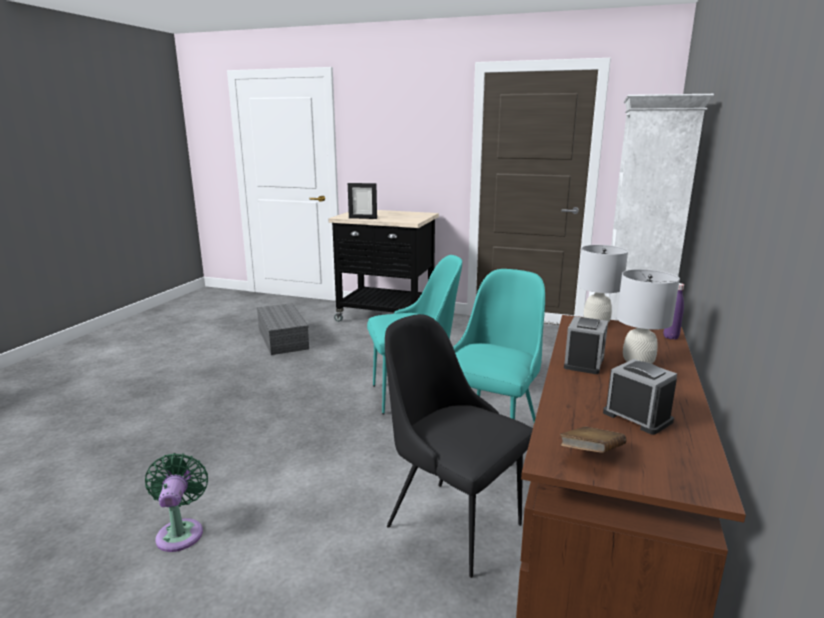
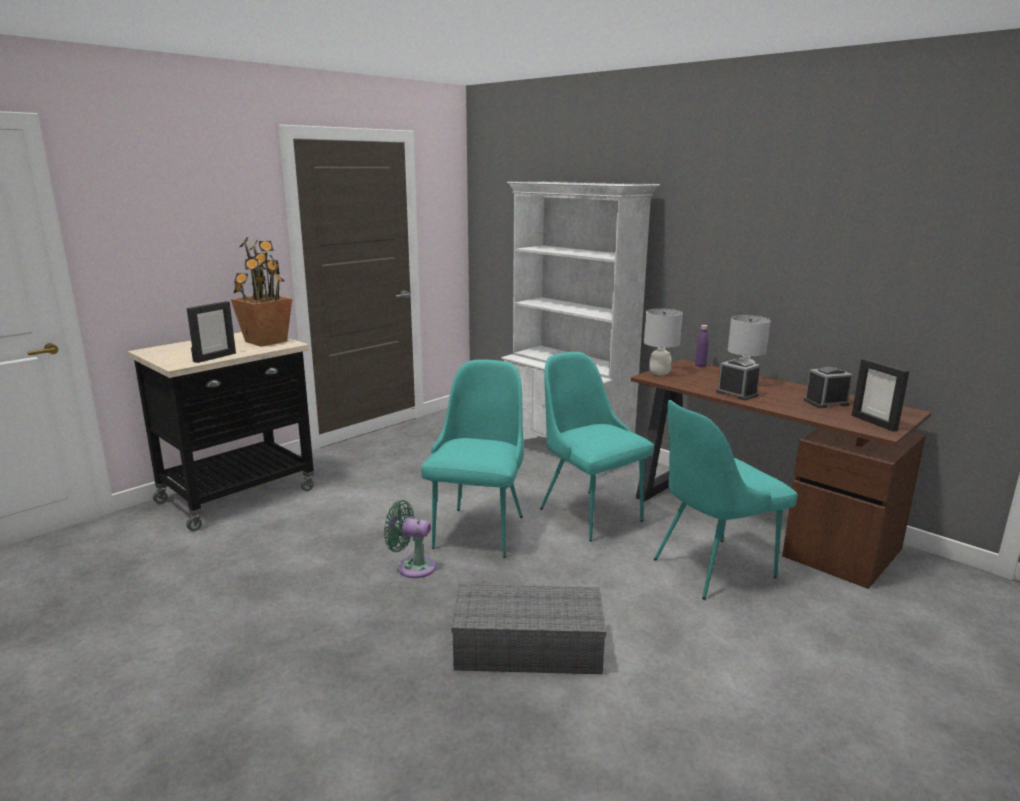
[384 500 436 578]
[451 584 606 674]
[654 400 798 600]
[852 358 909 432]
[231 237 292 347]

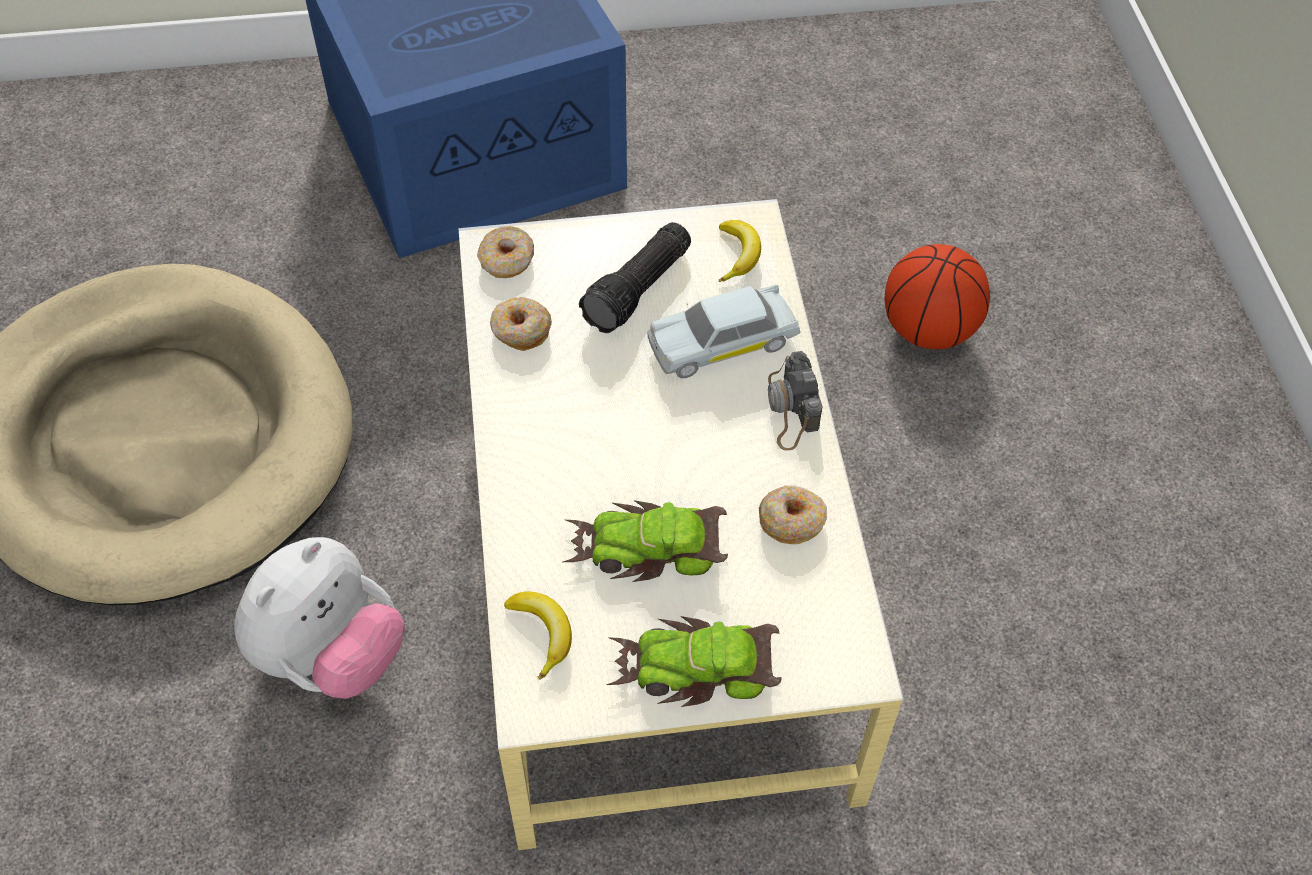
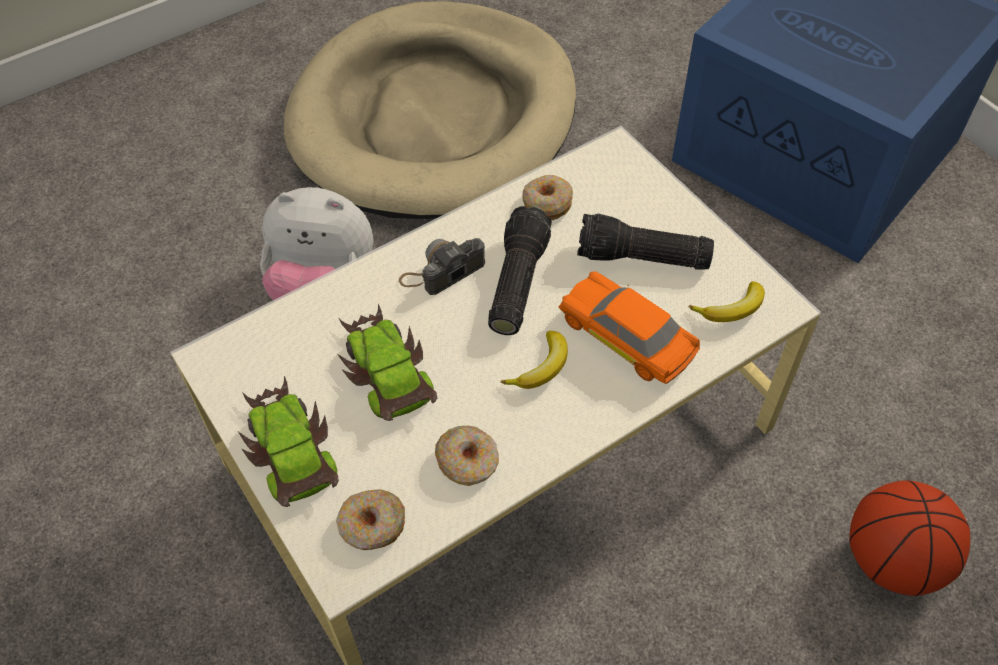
[336 489 405 550]
[500 331 568 389]
[558 271 700 384]
[399 238 485 295]
[488 206 552 335]

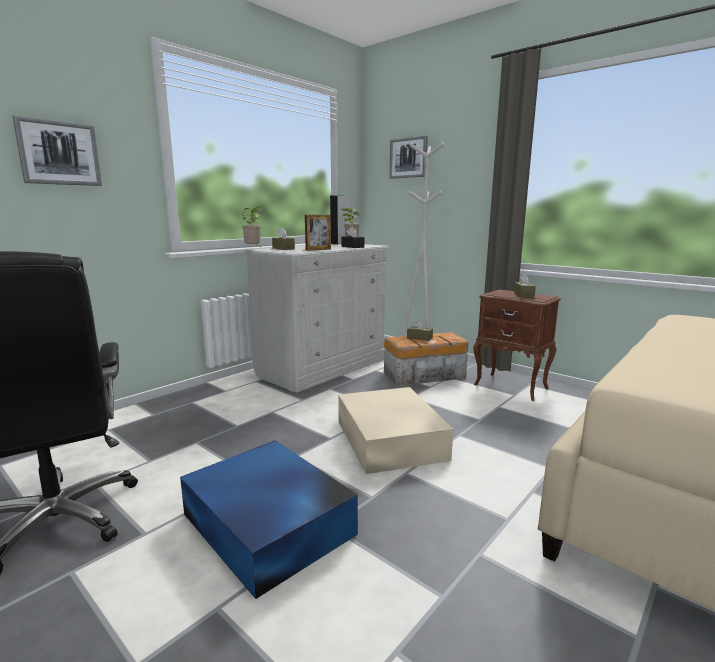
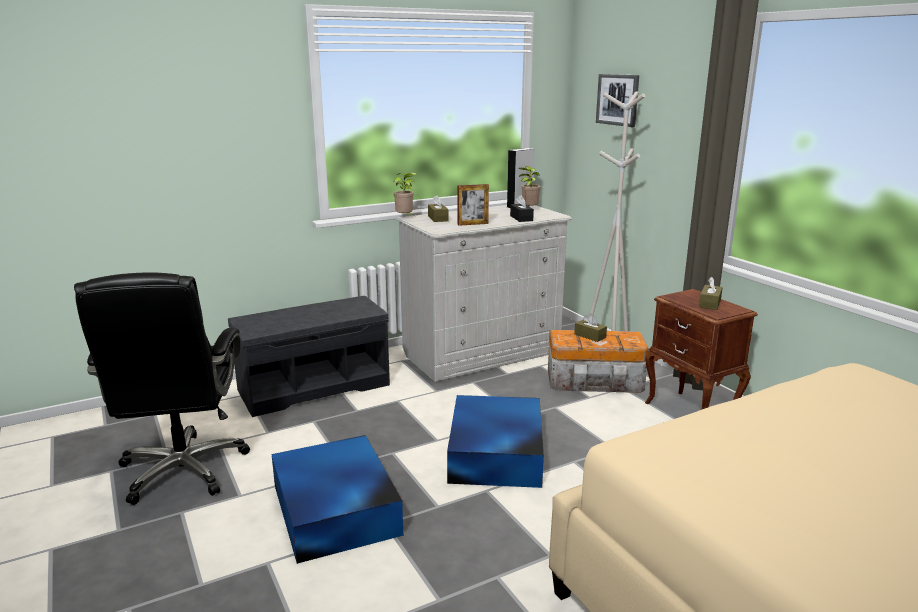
[12 115 102 186] (first image)
[447 395 544 488]
[228 296 390 417]

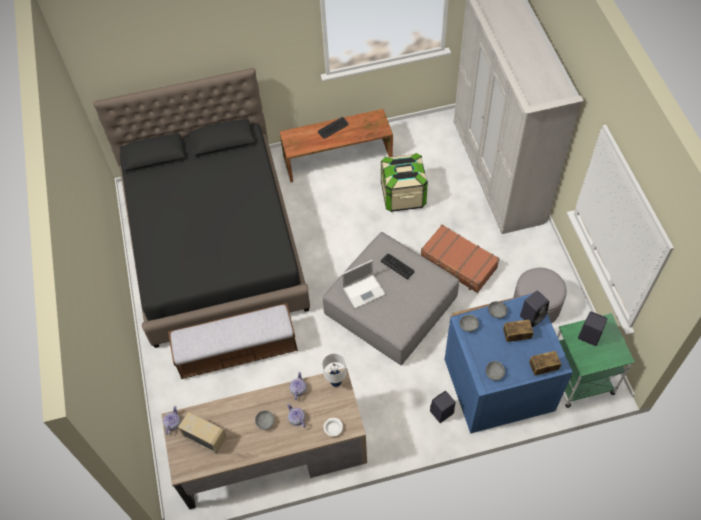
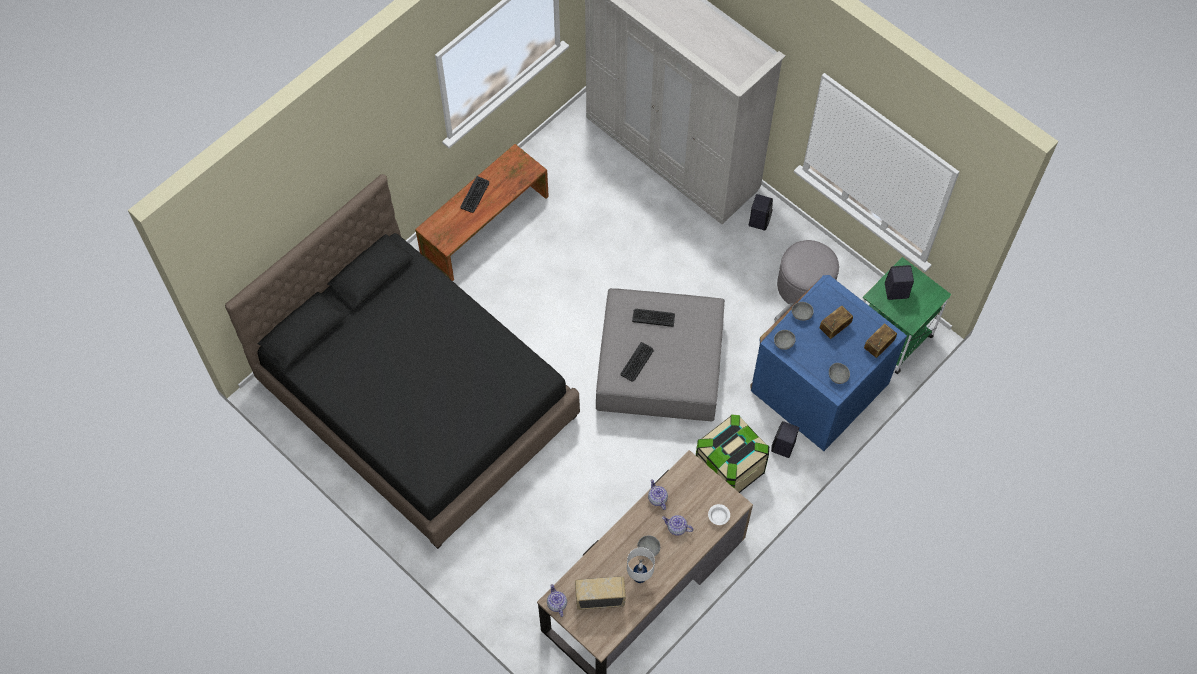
[168 303 298 379] (first image)
[627 547 655 583]
[620 342 654 382]
[696 414 769 493]
[421 224 500 293] (first image)
[749 194 773 231]

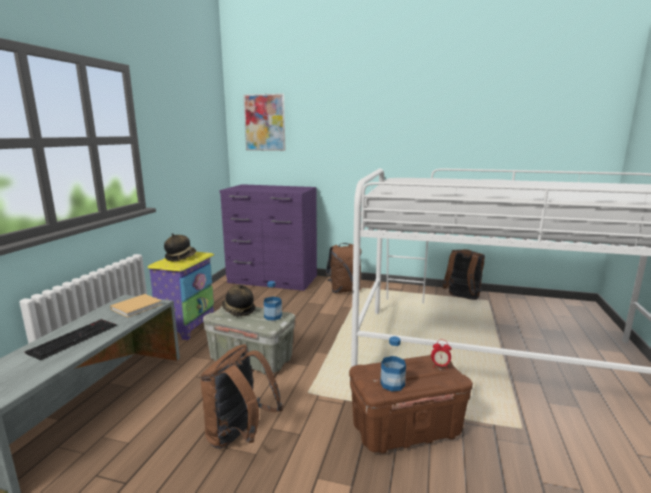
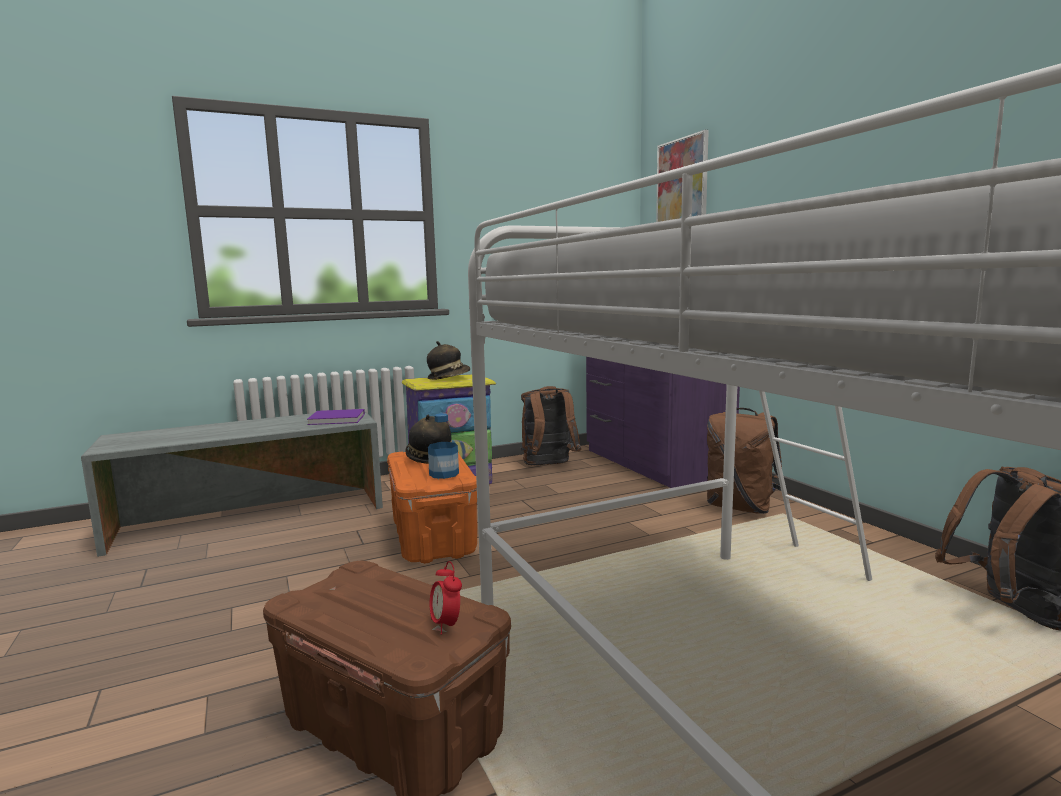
[25 319 117 360] (first image)
[307 409 365 425]
[521 386 581 465]
[387 452 477 564]
[380 336 406 391] (first image)

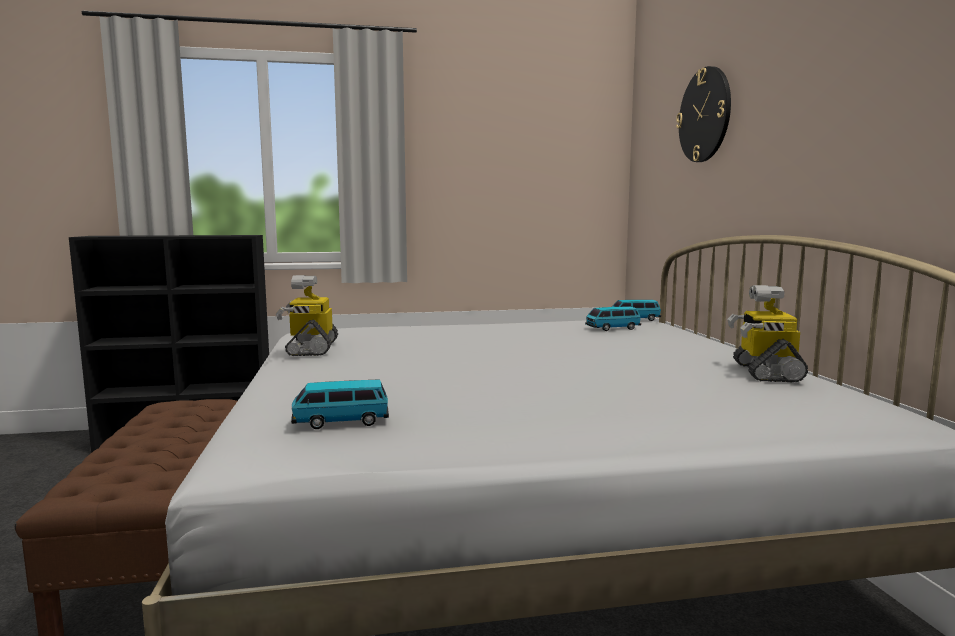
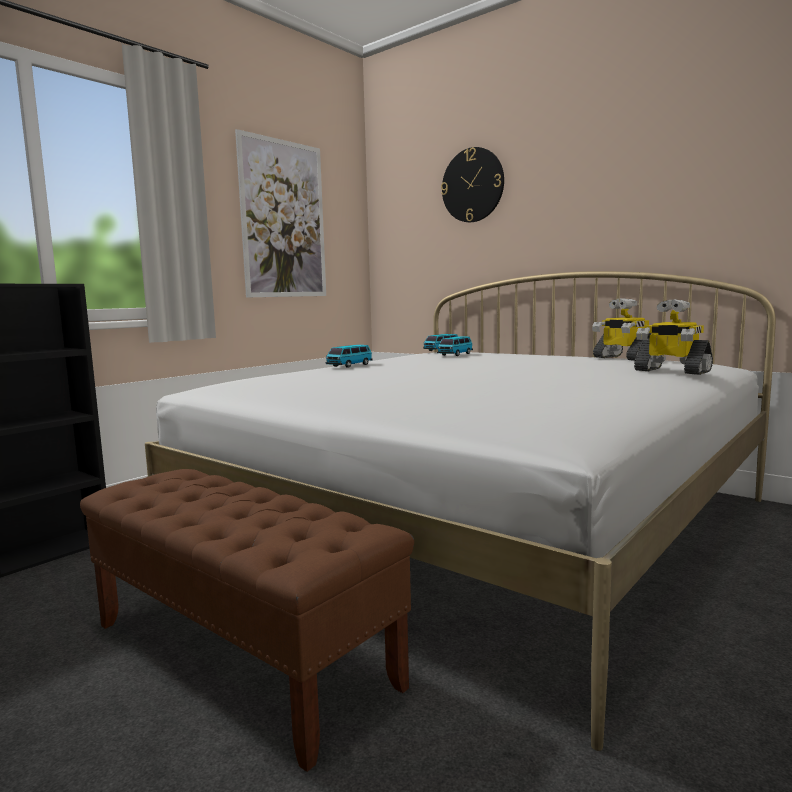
[634 299 713 375]
[326 345 373 368]
[235 129 326 298]

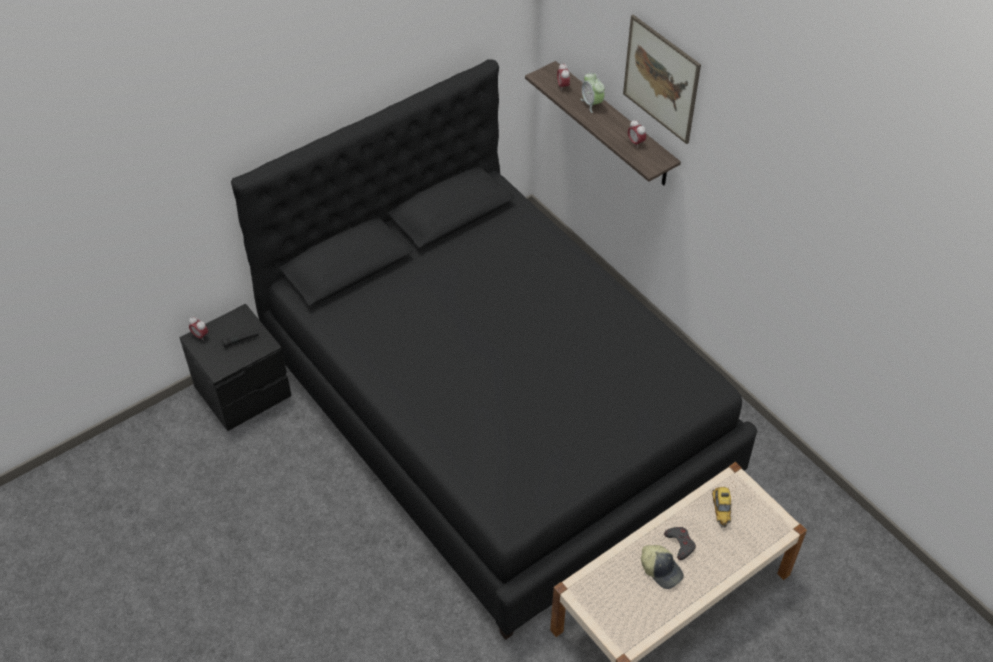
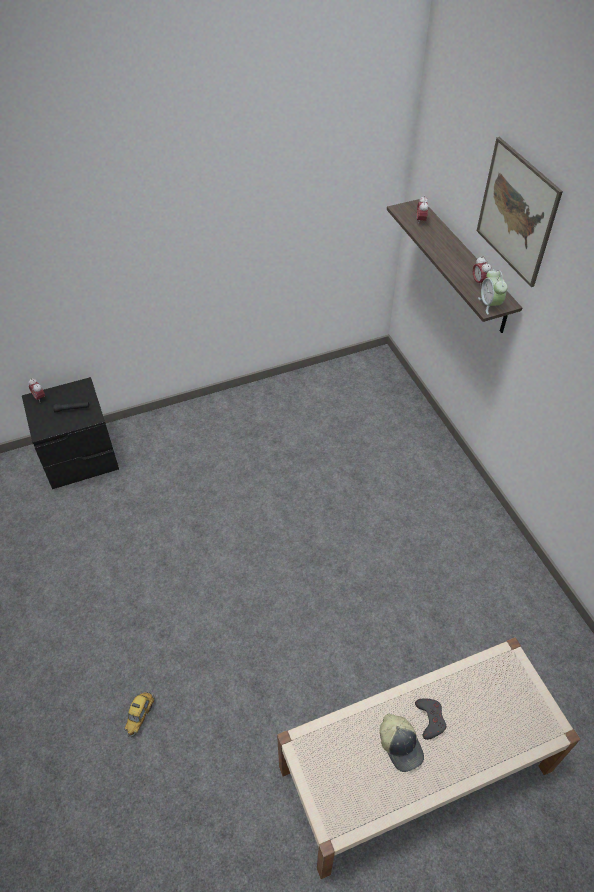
[231 59 757 640] (first image)
[478 269 508 315]
[124 692 155 737]

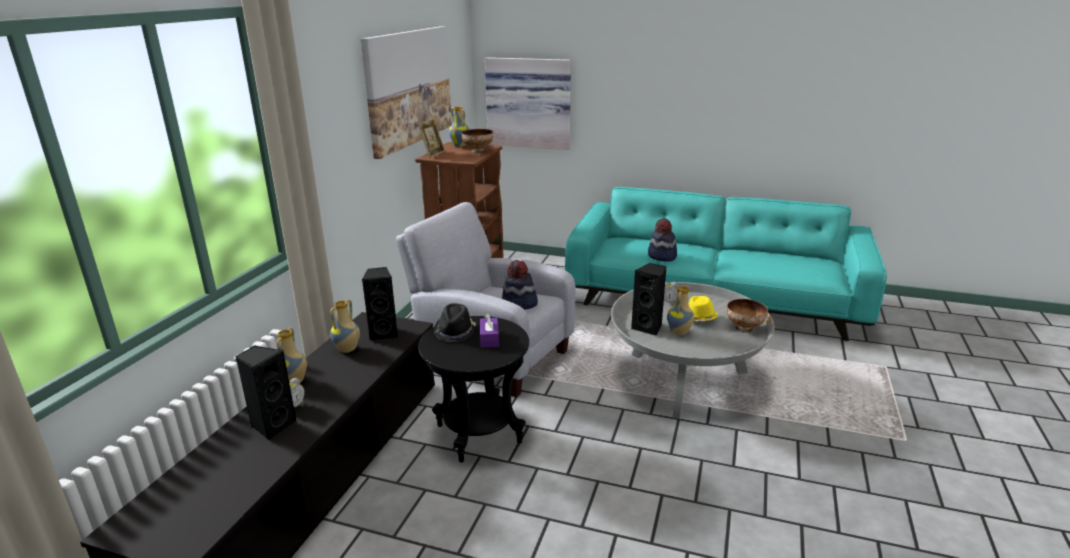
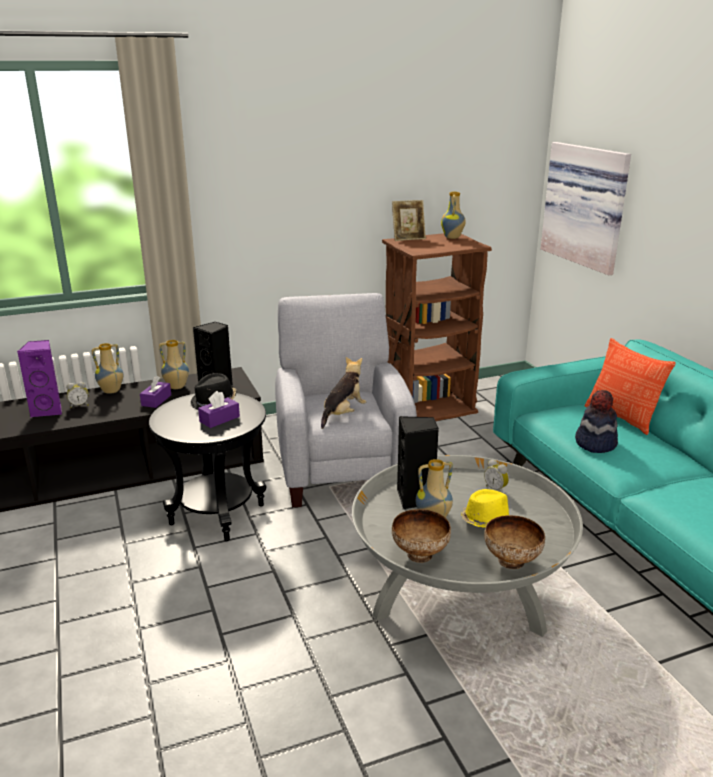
[17 340 62 417]
[360 26 452 159] (first image)
[392 509 451 563]
[321 357 366 429]
[140 376 171 408]
[585 338 676 435]

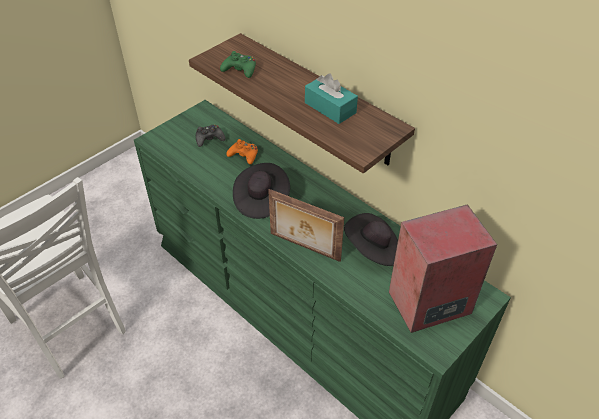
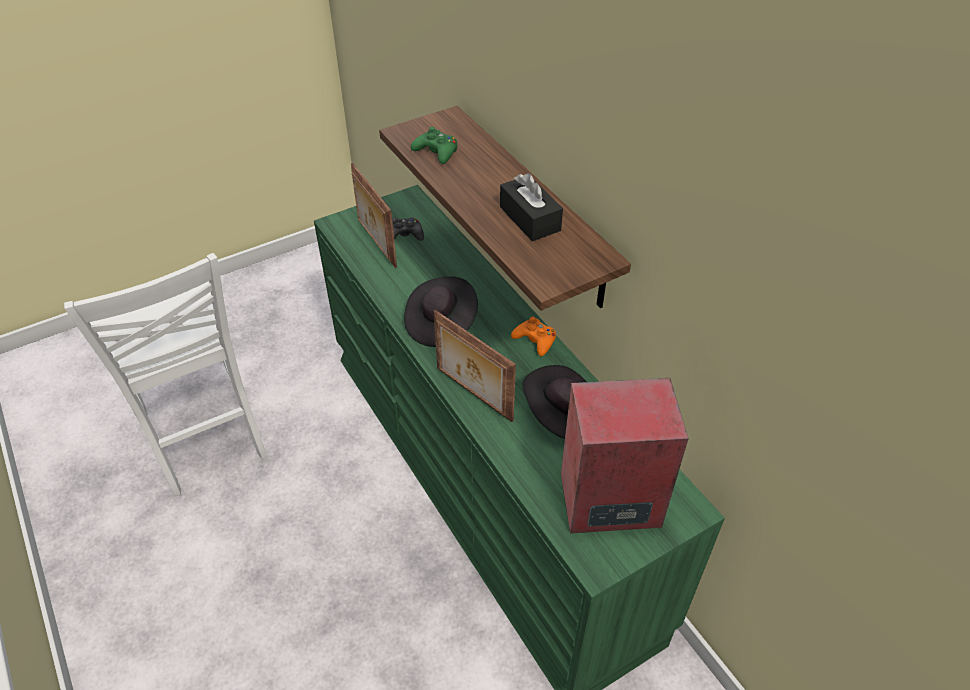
[511 317 556 356]
[500 173 563 241]
[351 163 397 268]

